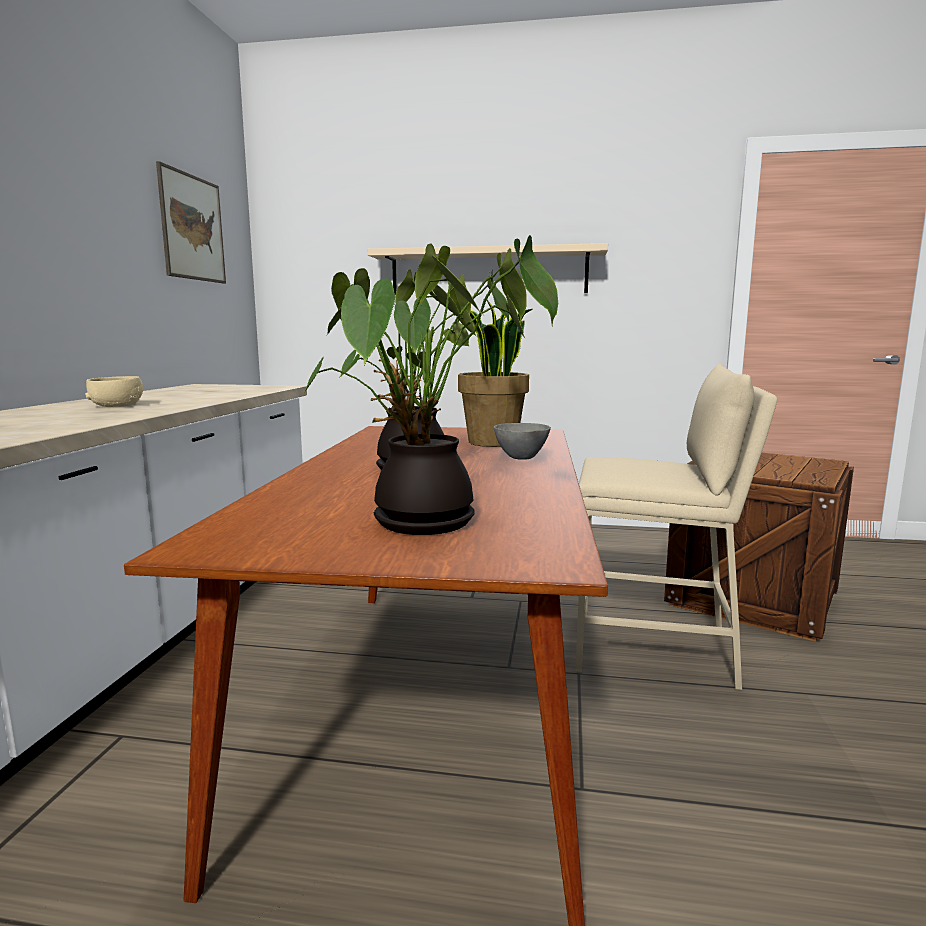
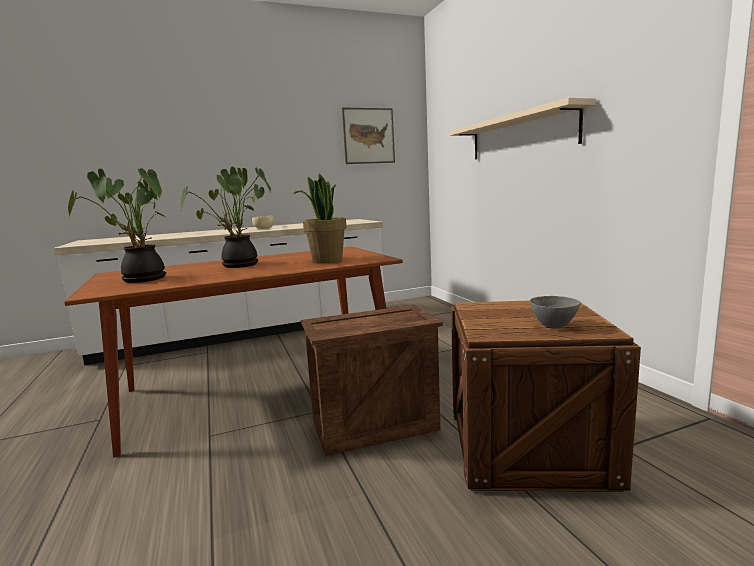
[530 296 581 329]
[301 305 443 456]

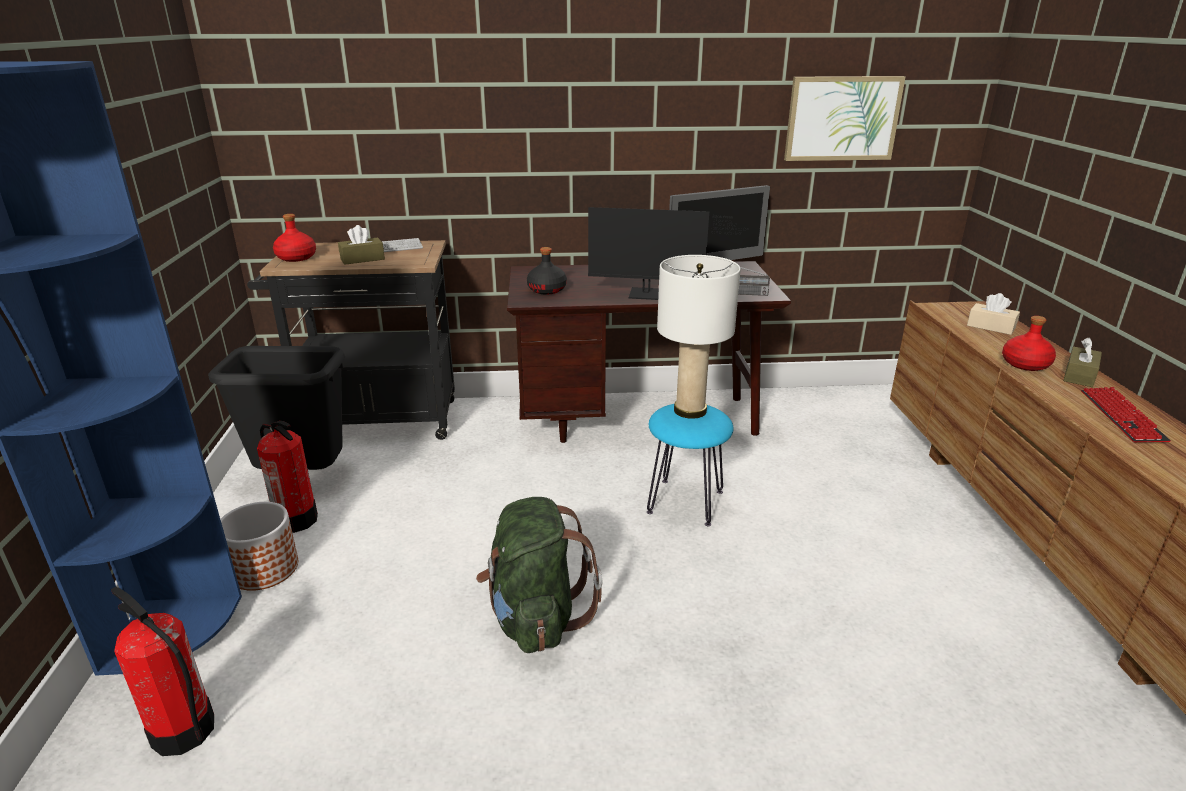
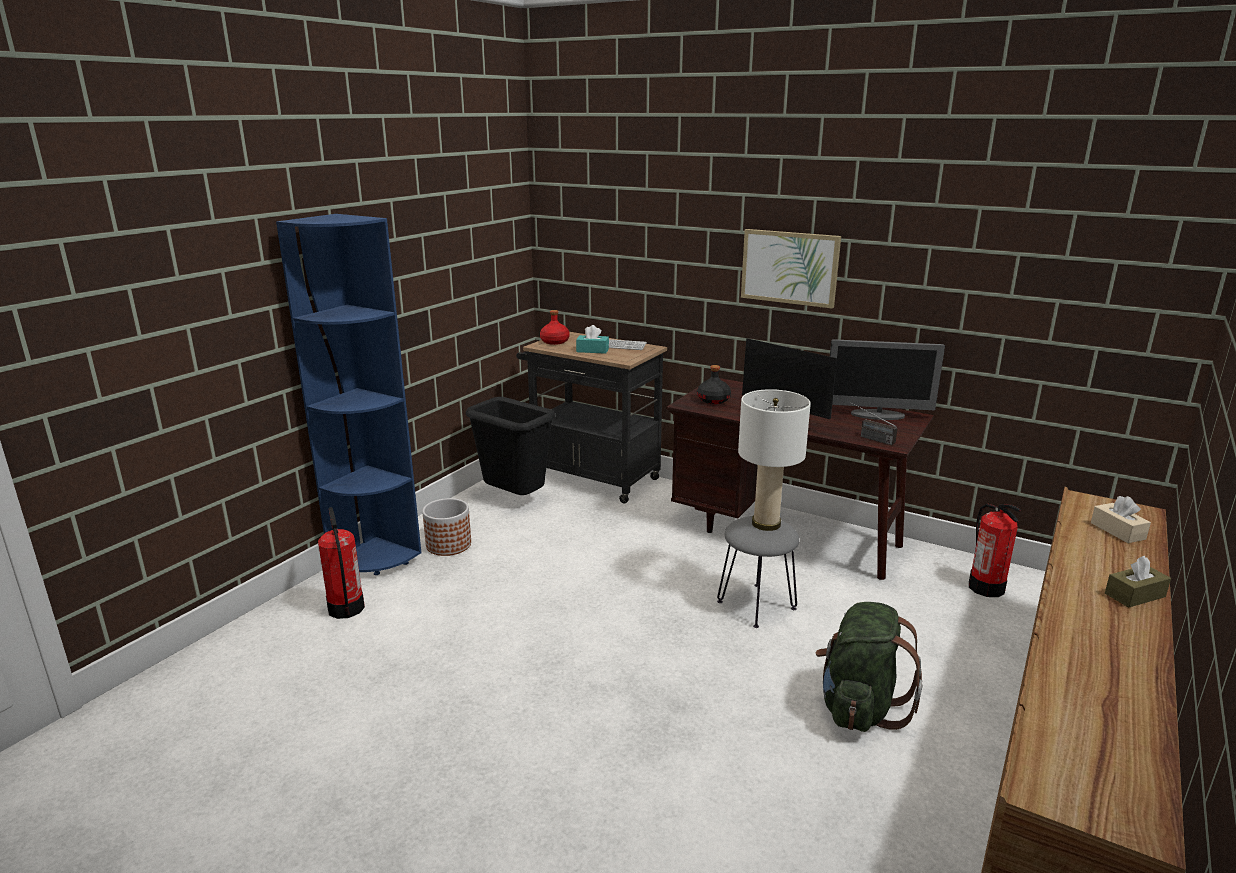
[969 503 1021 597]
[576 325 609 354]
[815 602 922 732]
[717 516 800 628]
[741 229 841 309]
[1002 316 1056 371] (first image)
[1081 387 1171 442] (first image)

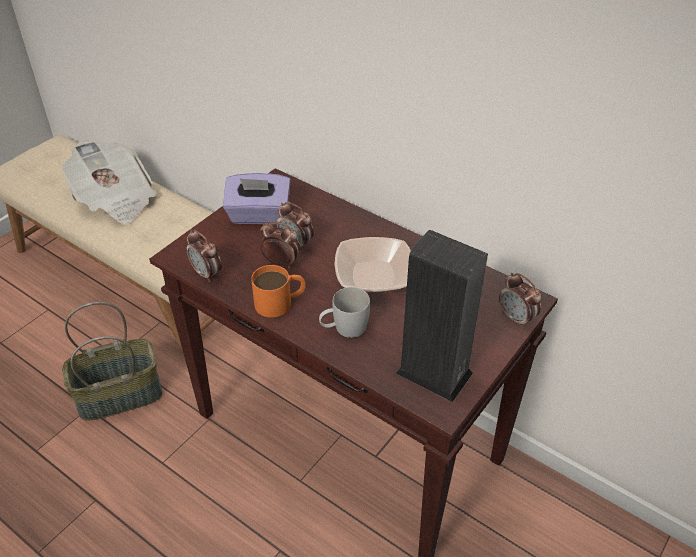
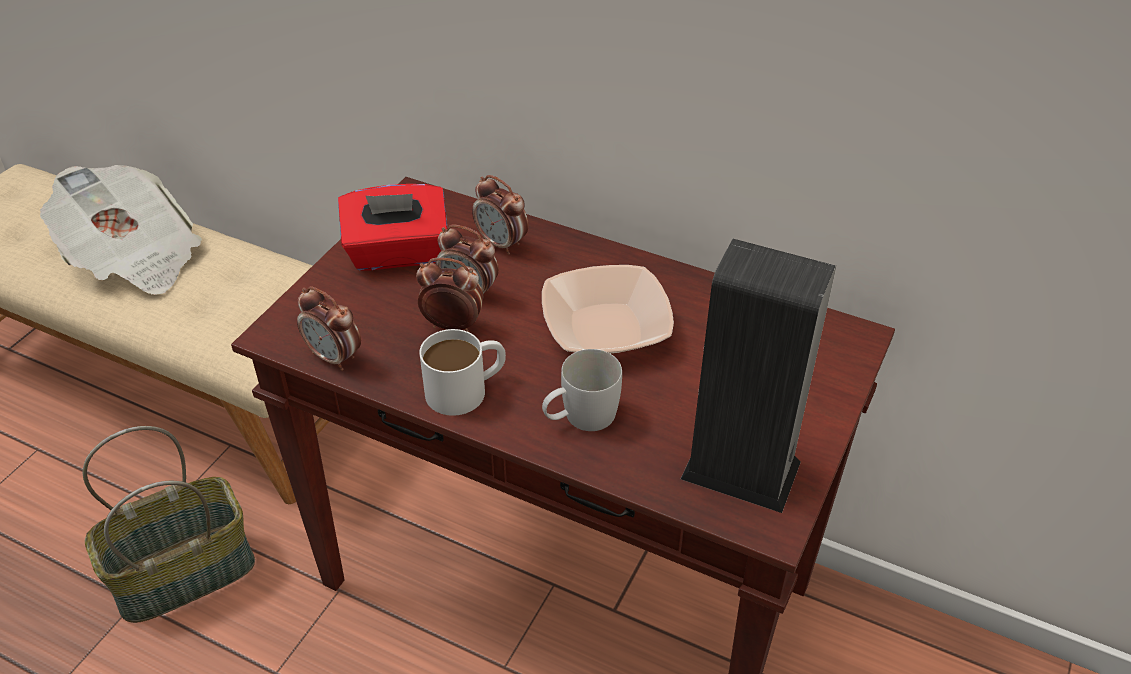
[338 184 447 271]
[419 329 506 416]
[472 175 529 255]

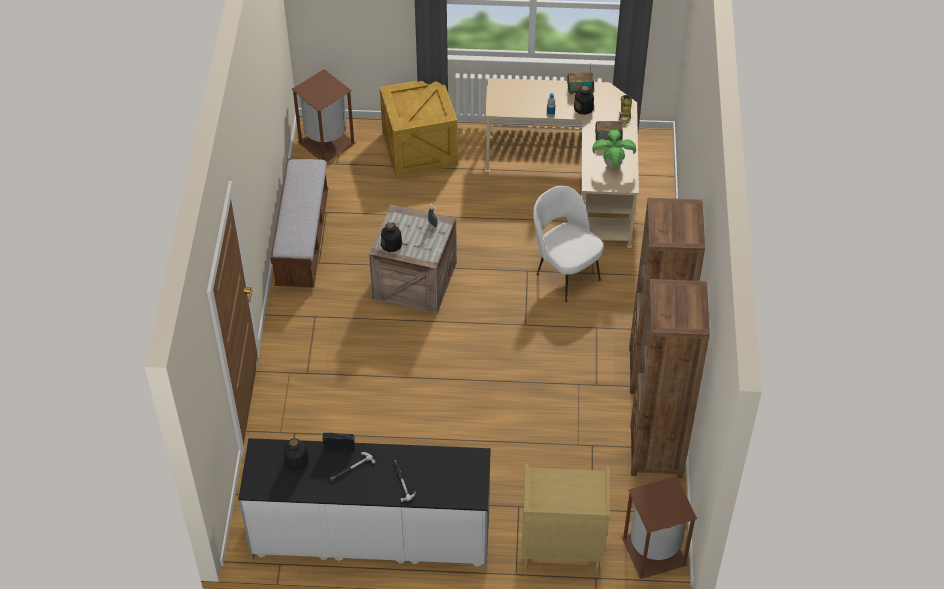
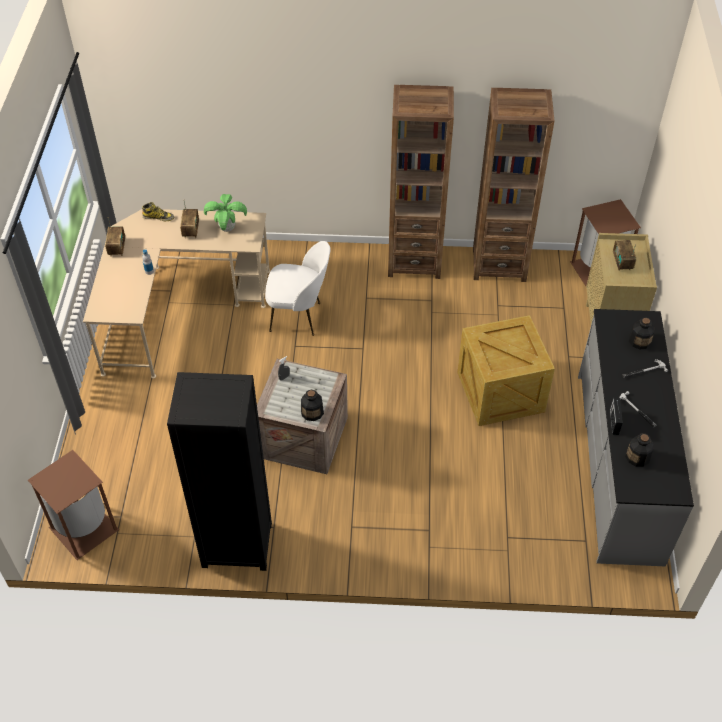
[167 372 272 571]
[457 315 555 426]
[265 241 331 336]
[629 317 654 350]
[613 240 636 271]

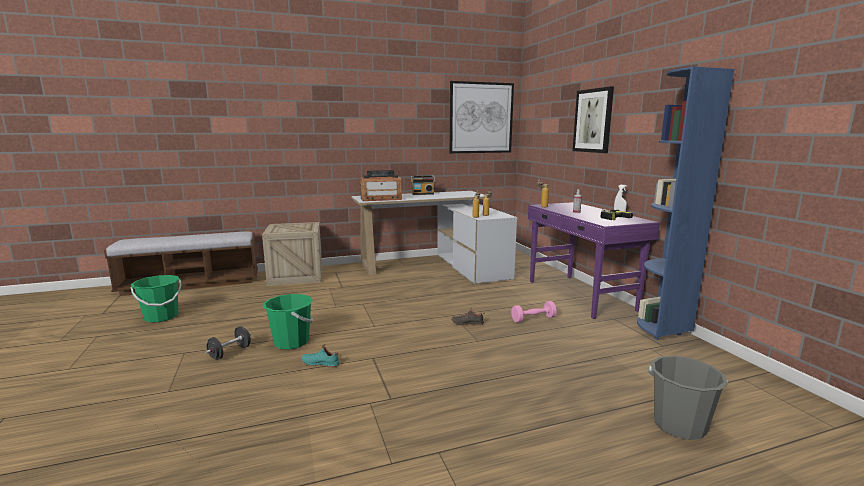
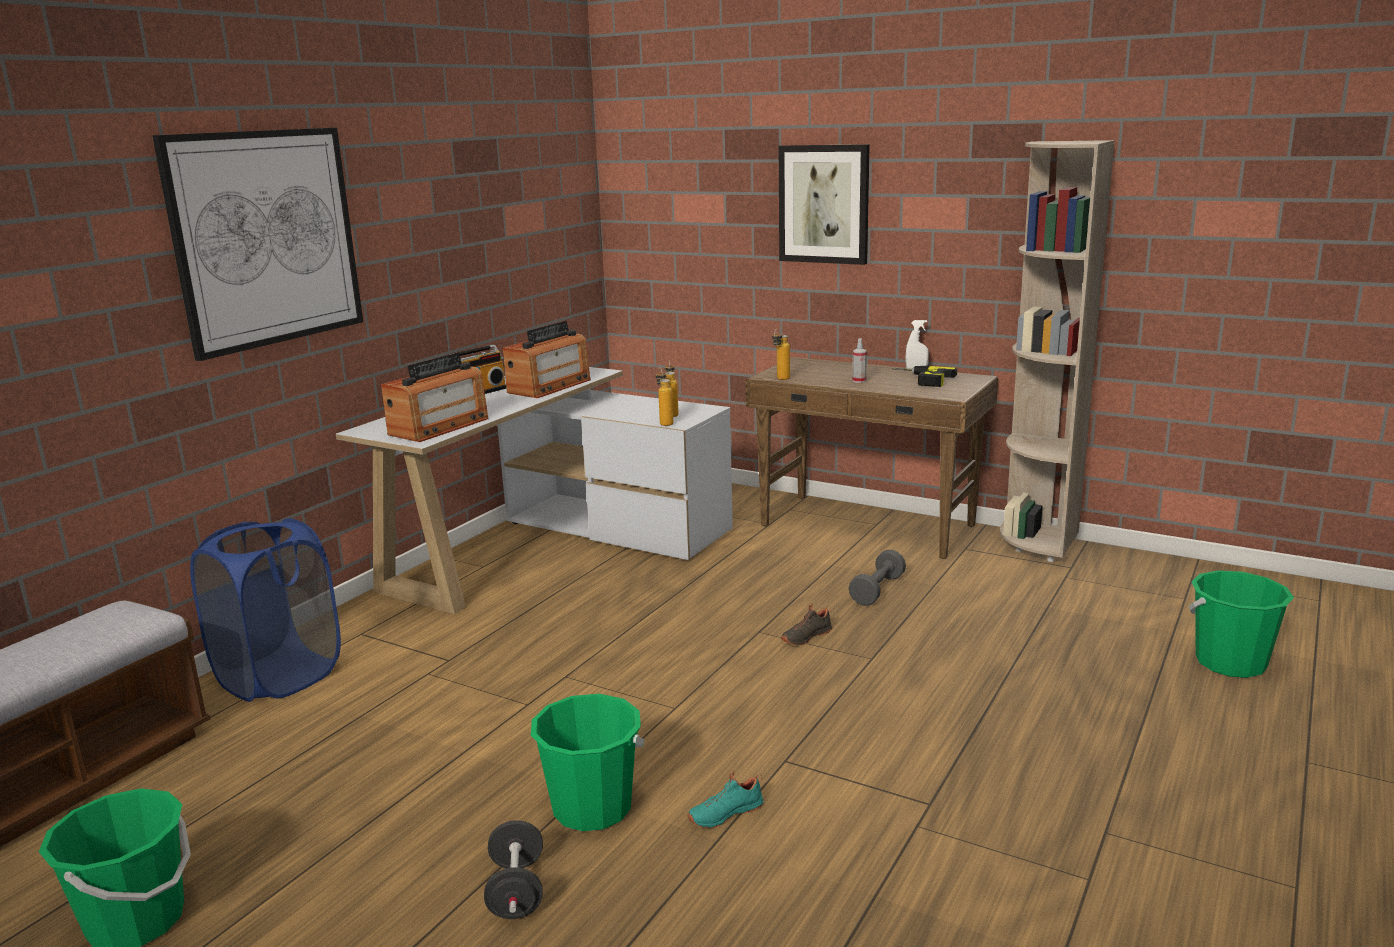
[190 518 341 702]
[152 128 363 361]
[849 550 906 606]
[745 357 998 559]
[1000 140 1115 562]
[1188 570 1294 678]
[503 321 591 398]

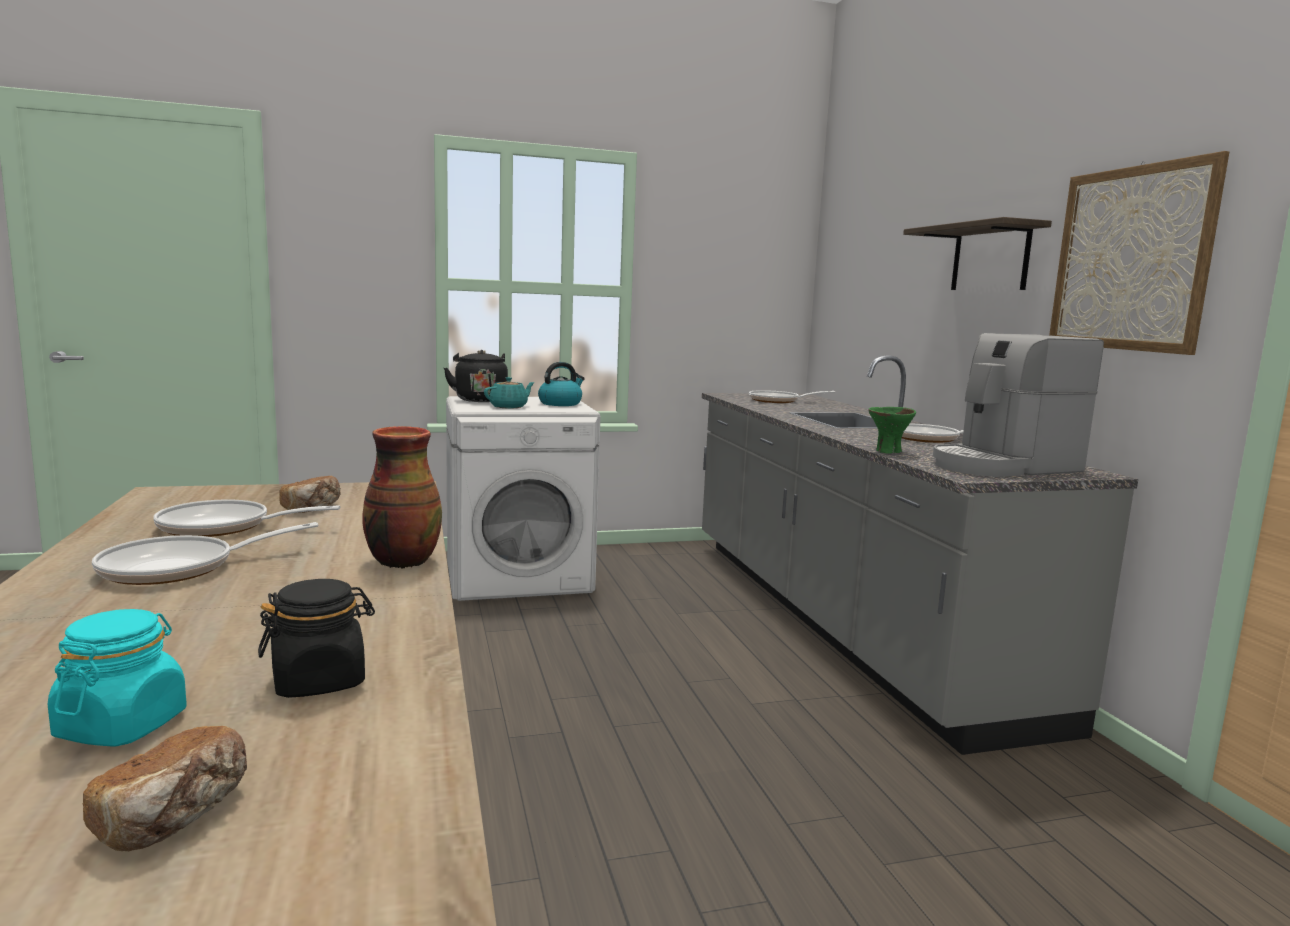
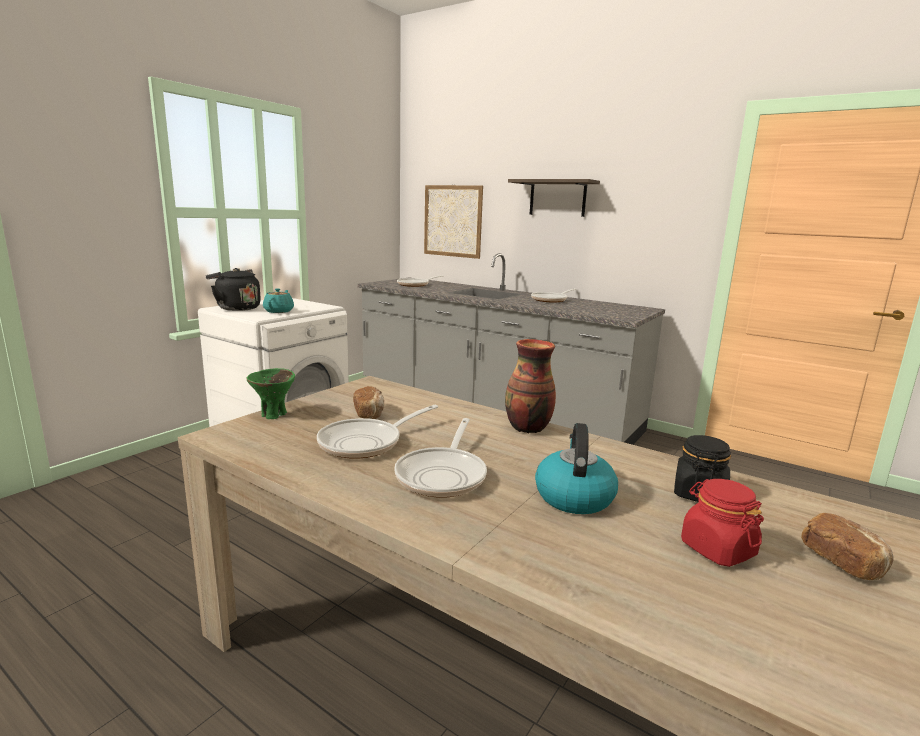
[681 479 764 567]
[535 423 618 514]
[247 368 295 419]
[933 333 1104 477] (first image)
[424 185 483 259]

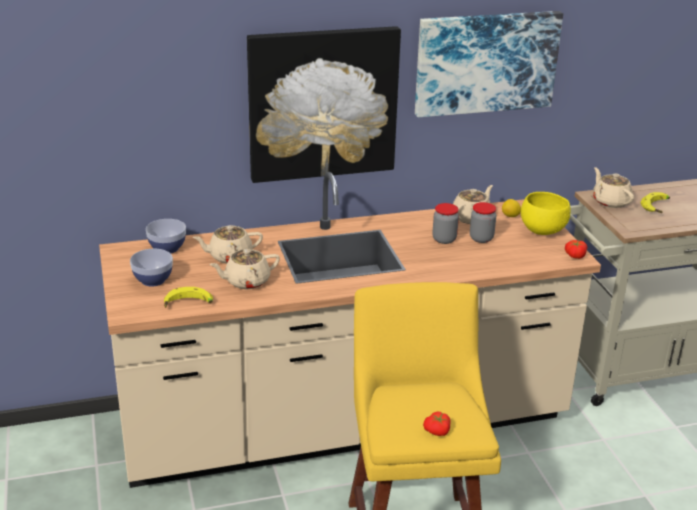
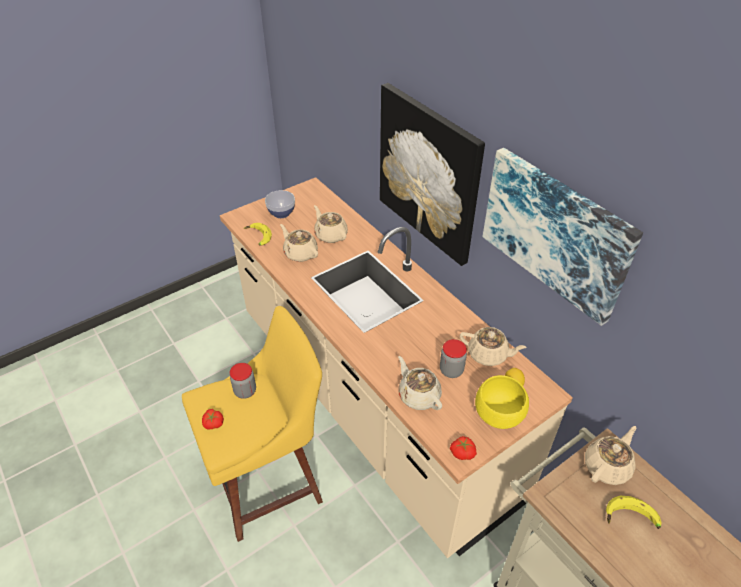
[146 219 186 253] (first image)
[230 363 256 399]
[398 356 442 410]

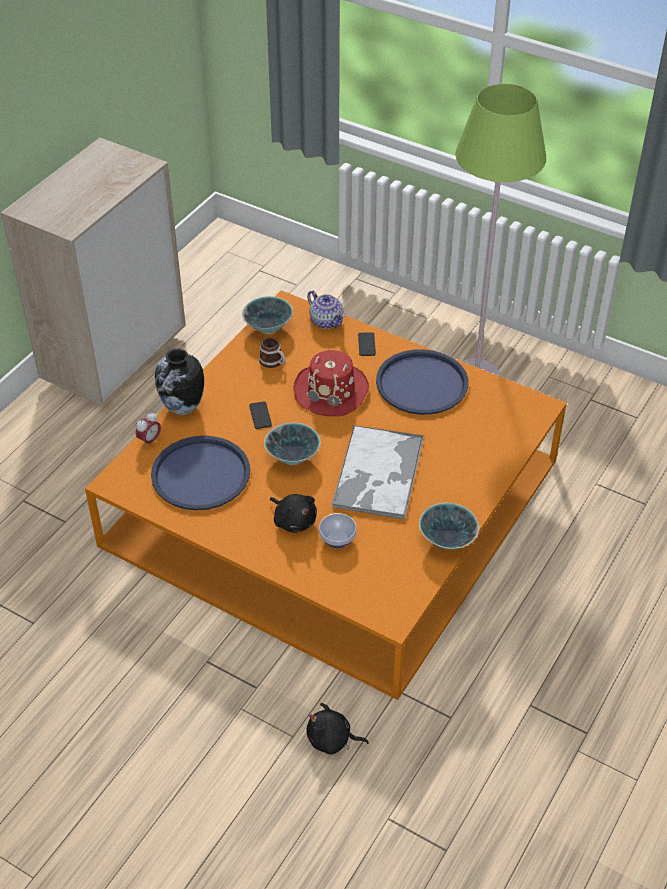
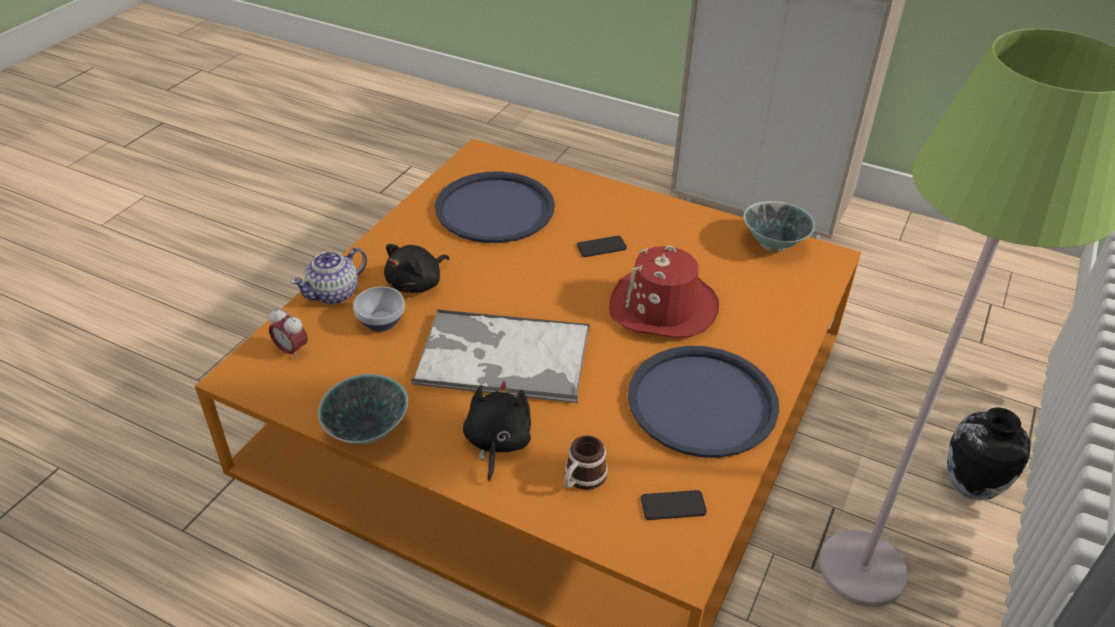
[269 308 308 360]
[947 407 1031 500]
[564 435 608 490]
[264 423 320 465] (first image)
[463 380 531 482]
[291 247 367 304]
[641 490 707 520]

